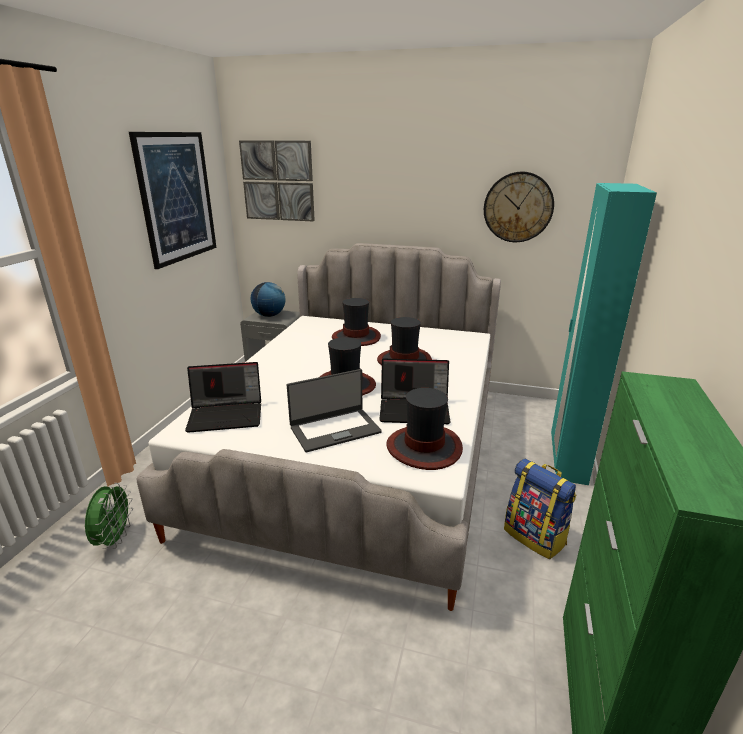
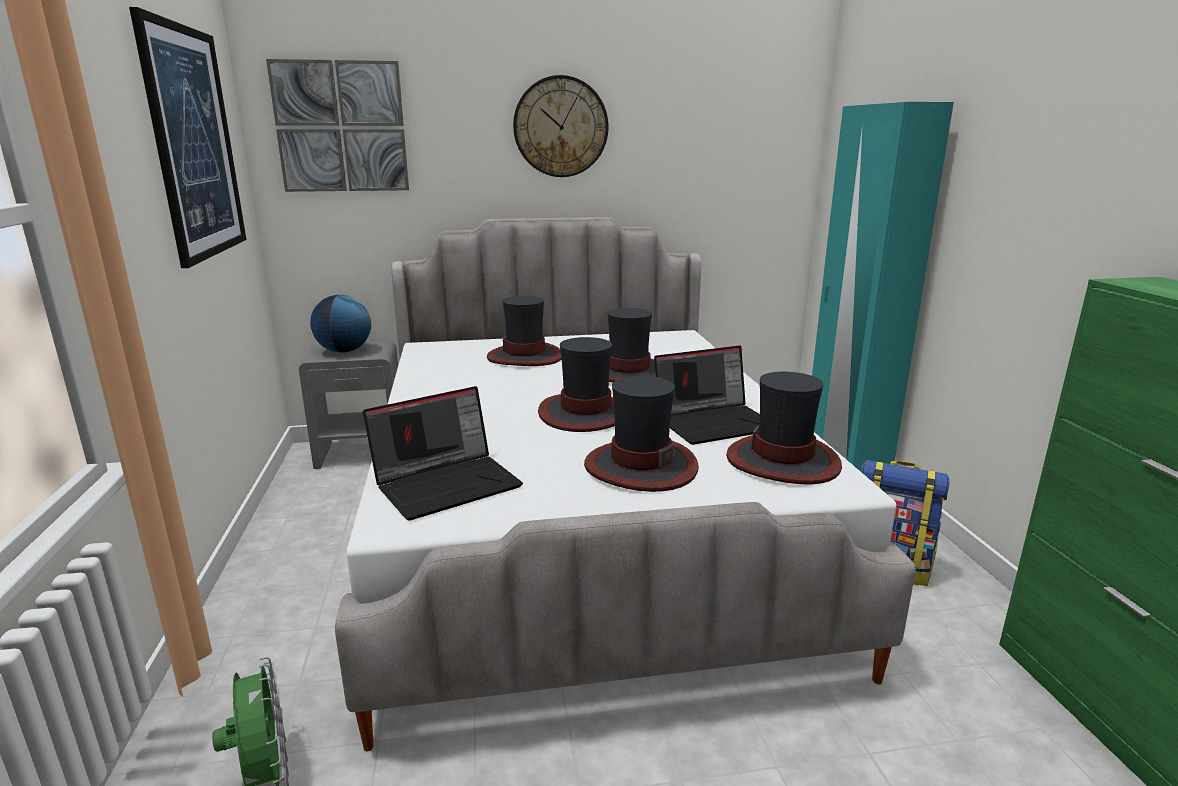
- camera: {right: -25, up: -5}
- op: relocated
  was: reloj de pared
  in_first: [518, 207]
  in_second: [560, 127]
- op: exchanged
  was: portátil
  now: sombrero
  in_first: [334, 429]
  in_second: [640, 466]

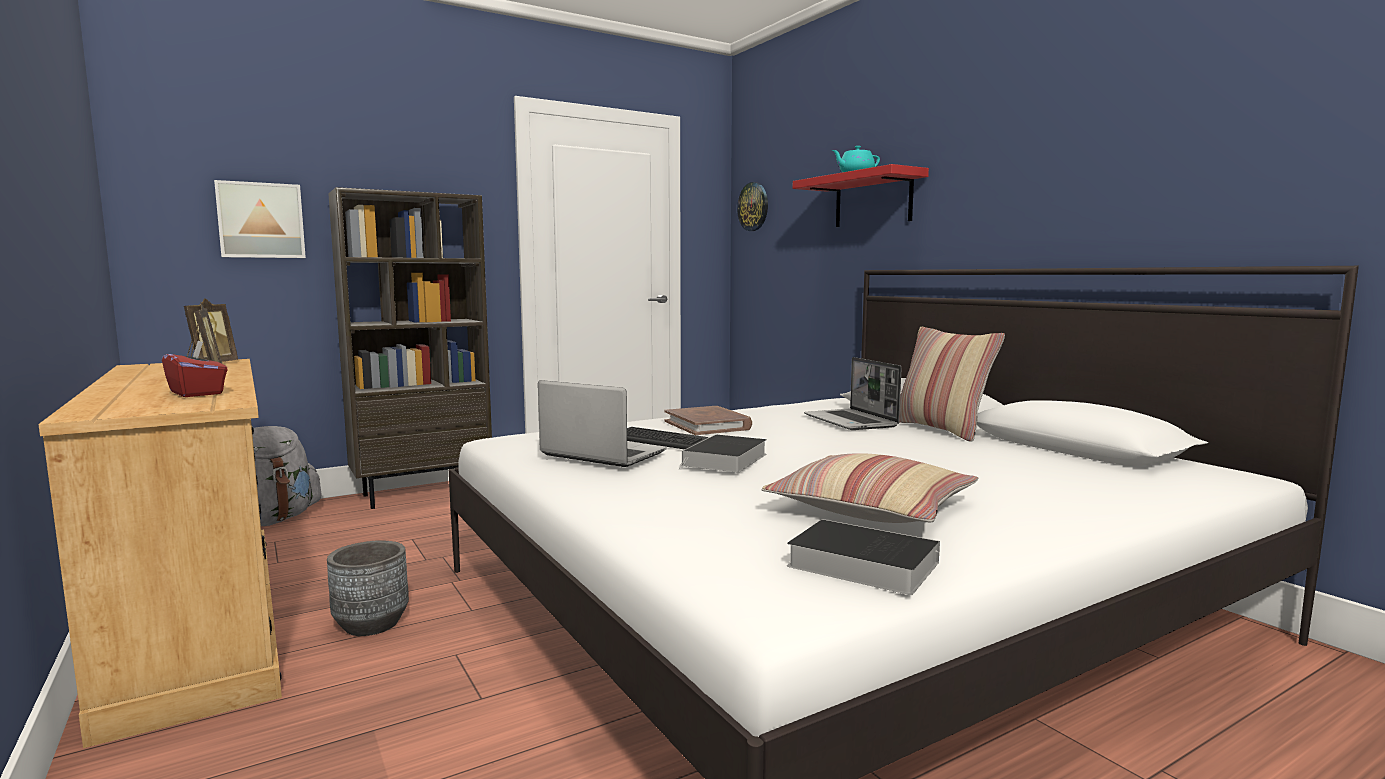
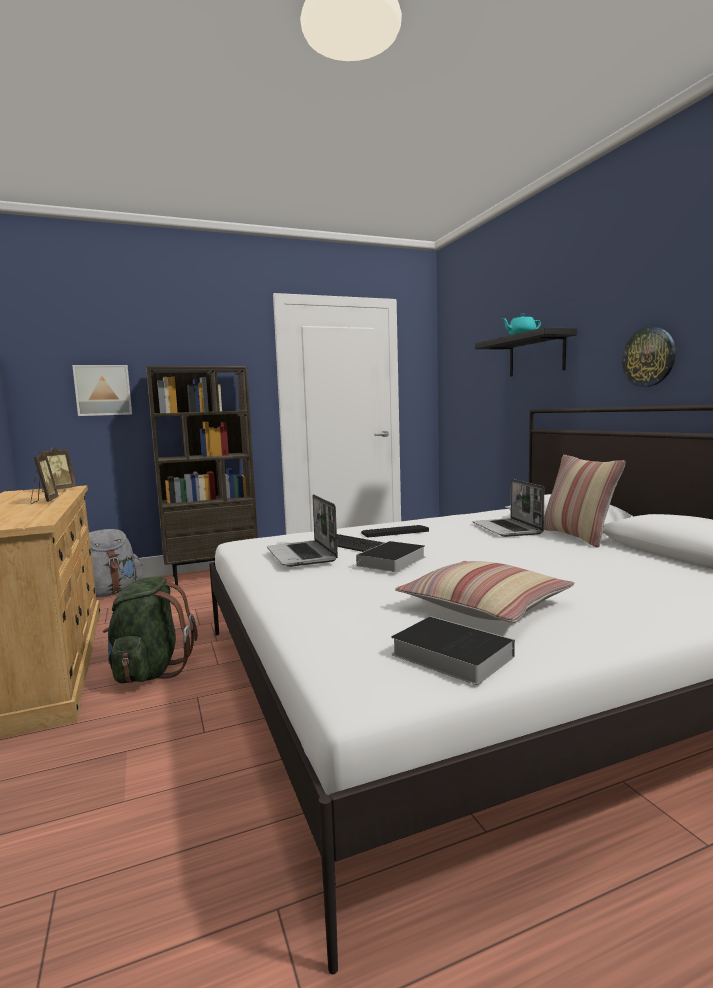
- camera: {right: 10, up: 0}
- op: missing
  was: caja de pañuelos [rojo]
  in_first: [197, 393]
- op: relocated
  was: reloj de pared
  in_first: [753, 206]
  in_second: [649, 357]
- op: exchanged
  was: maceta [gris]
  now: mochila [verde]
  in_first: [372, 624]
  in_second: [149, 671]
- op: exchanged
  was: libro [marrón]
  now: teclado
  in_first: [707, 425]
  in_second: [394, 532]
- op: colour
  was: estante [rojo]
  now: estante [negro]
  in_first: [873, 200]
  in_second: [536, 355]
- op: spun
  was: portátil
  in_first: [601, 454]
  in_second: [302, 555]
  clockwise: -150

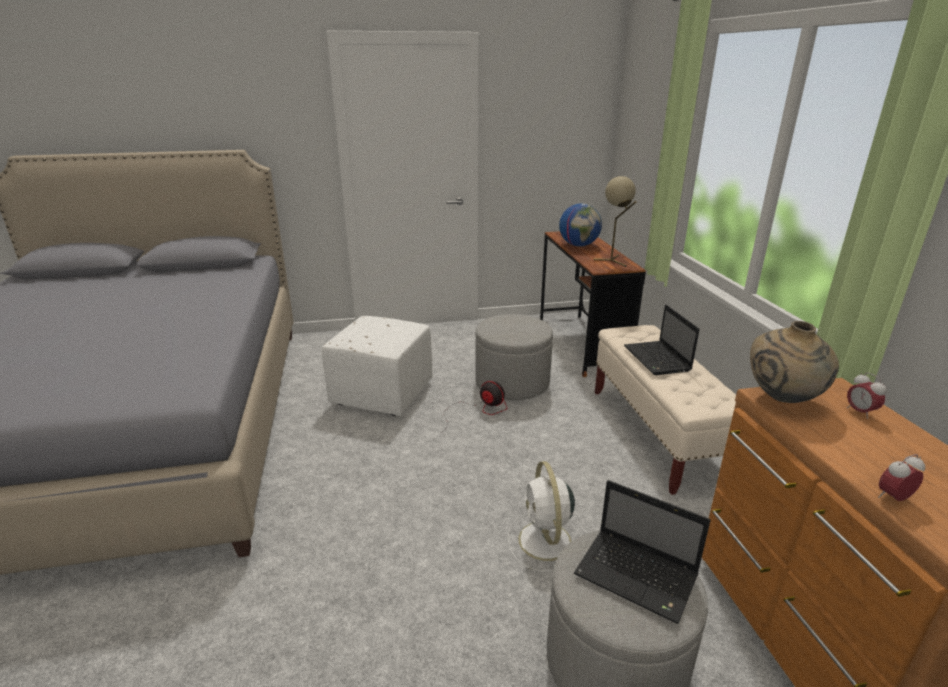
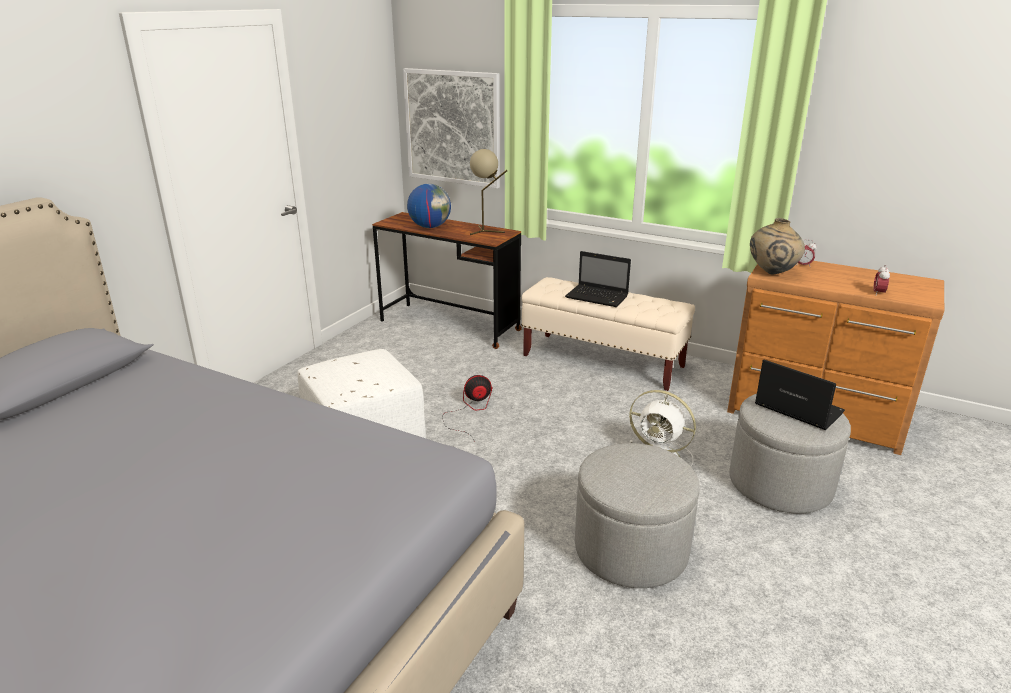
- camera: {right: -50, up: 0}
- op: appeared
  now: cuadro
  in_second: [452, 127]
- op: relocated
  was: puf [gris]
  in_first: [512, 383]
  in_second: [631, 549]
- op: spun
  was: portátil
  in_first: [638, 576]
  in_second: [796, 409]
  clockwise: -120

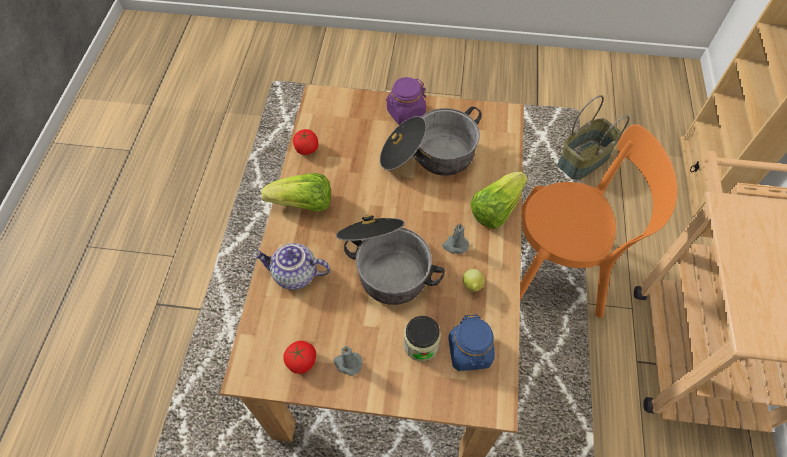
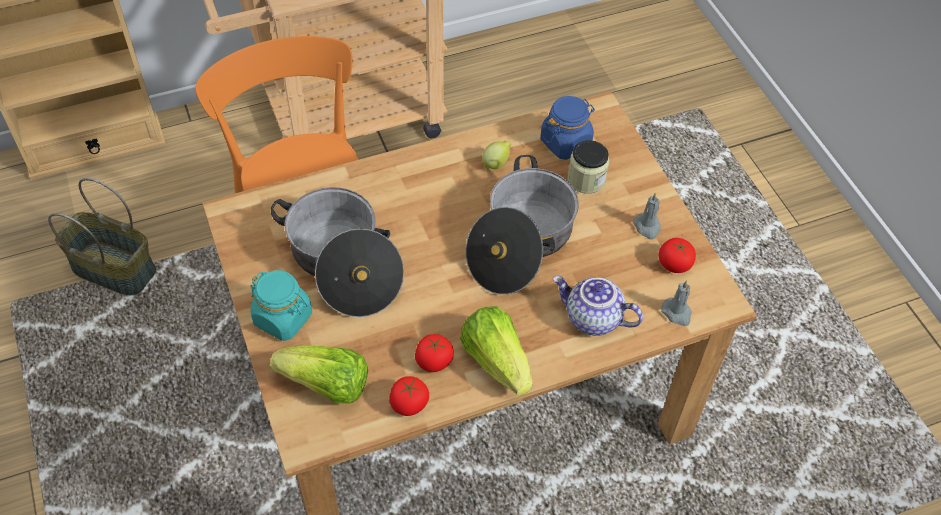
- camera: {right: -120, up: -5}
- op: appeared
  now: tomate
  in_second: [434, 361]
- op: relocated
  was: vela [gris]
  in_first: [455, 245]
  in_second: [677, 313]
- op: relocated
  was: lechuga
  in_first: [496, 209]
  in_second: [326, 386]
- op: colour
  was: tarro [morado]
  now: tarro [turquesa]
  in_first: [405, 113]
  in_second: [283, 318]
- op: spun
  was: tetera
  in_first: [294, 275]
  in_second: [592, 319]
  clockwise: 135

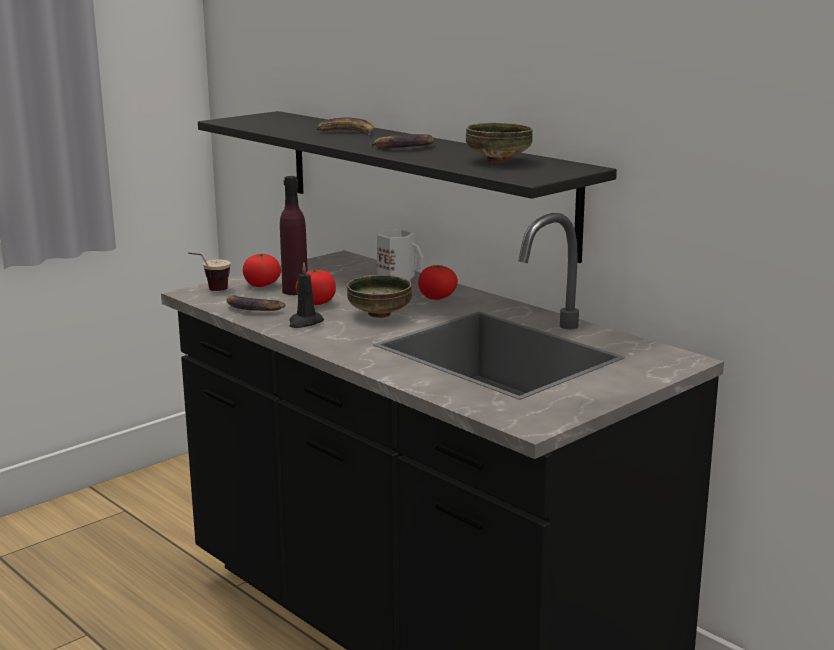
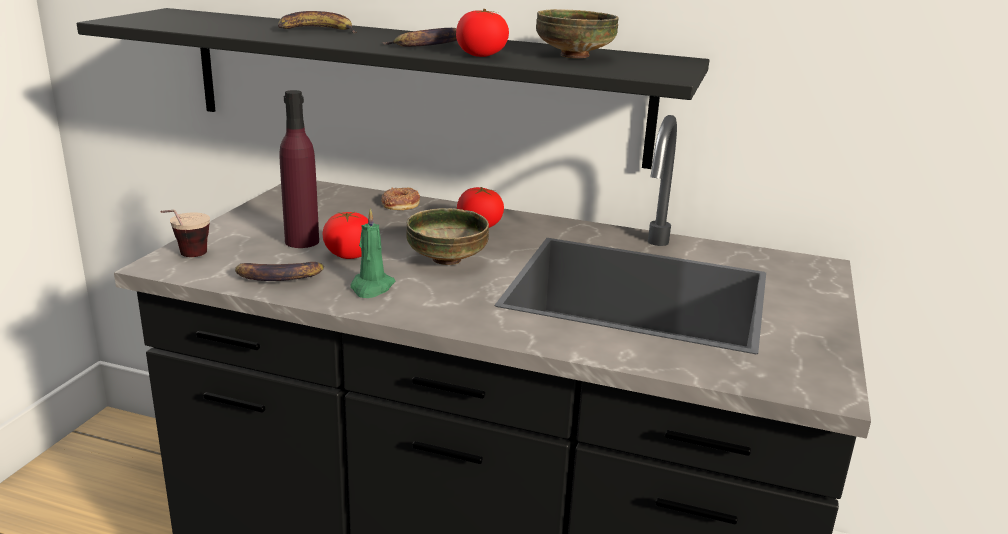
- camera: {right: -30, up: 5}
- op: relocated
  was: tomate
  in_first: [262, 285]
  in_second: [481, 55]
- op: exchanged
  was: taza grande [blanco]
  now: rosquilla
  in_first: [398, 276]
  in_second: [400, 203]
- op: colour
  was: vela [negro]
  now: vela [verde]
  in_first: [305, 323]
  in_second: [371, 287]

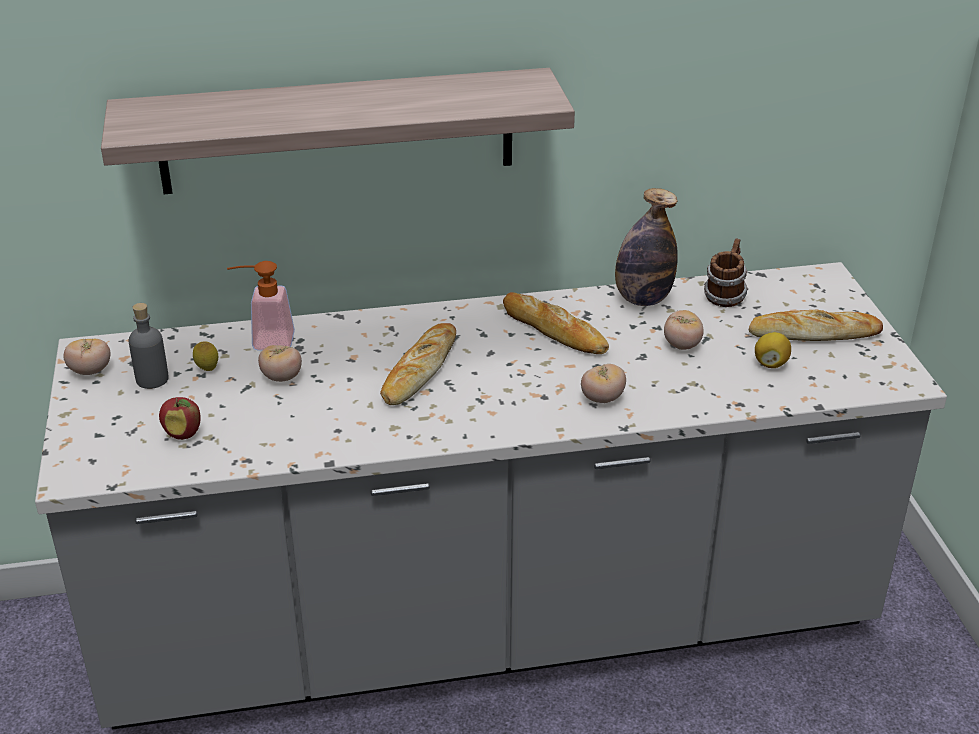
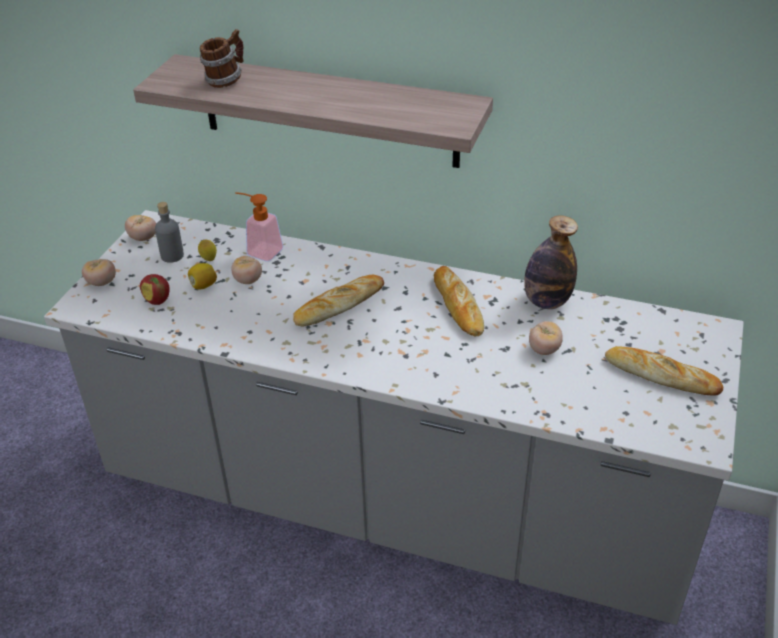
- camera: {right: 30, up: 5}
- op: relocated
  was: tomate
  in_first: [602, 398]
  in_second: [102, 282]
- op: relocated
  was: taza grande
  in_first: [724, 296]
  in_second: [225, 80]
- op: relocated
  was: limón
  in_first: [770, 363]
  in_second: [203, 285]

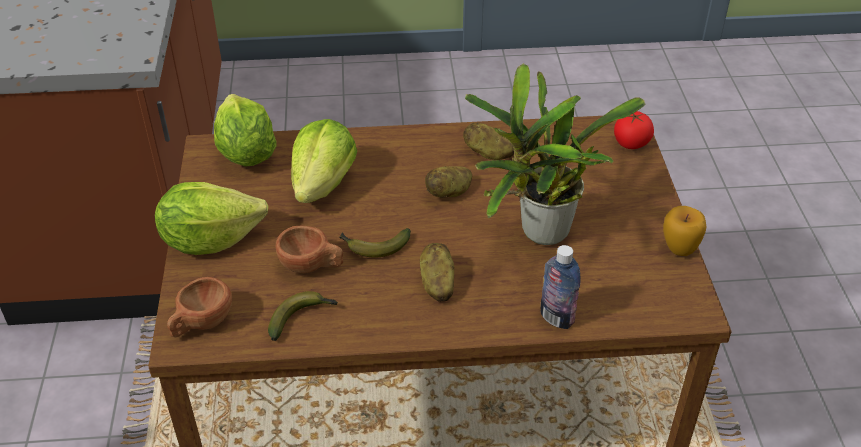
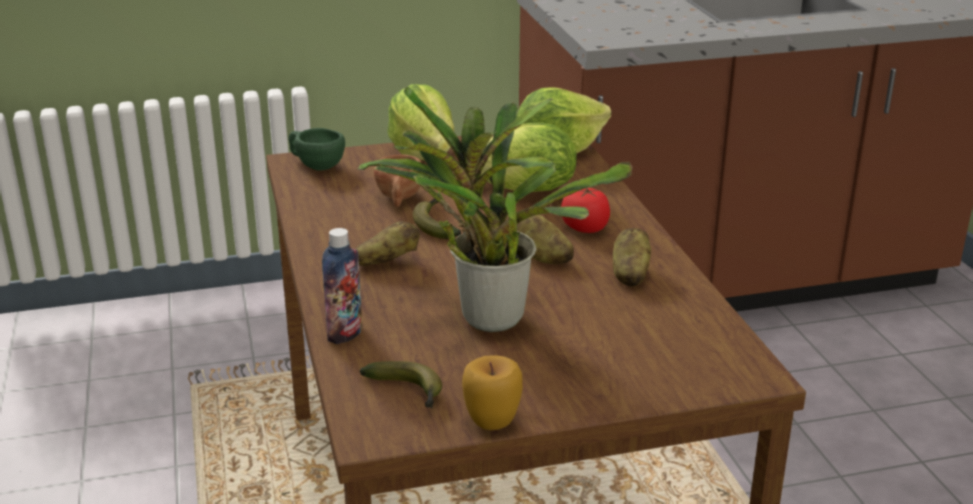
- camera: {right: 80, up: -15}
- op: relocated
  was: plátano
  in_first: [302, 318]
  in_second: [408, 393]
- op: relocated
  was: tomate
  in_first: [631, 143]
  in_second: [585, 228]
- op: colour
  was: taza [marrón]
  now: taza [verde]
  in_first: [201, 324]
  in_second: [315, 165]

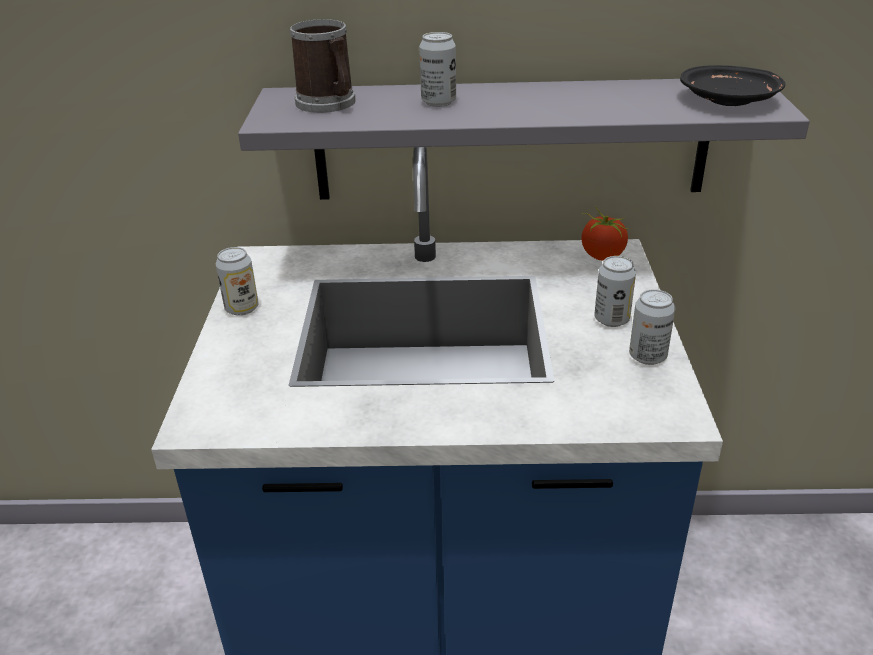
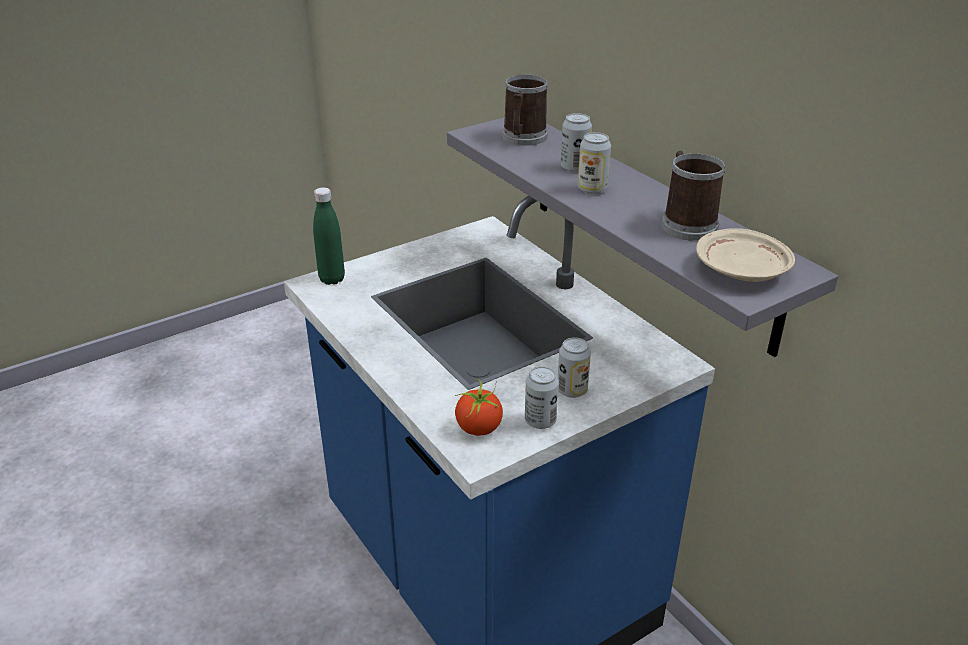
- camera: {right: 55, up: 0}
- op: appeared
  now: botella [verde]
  in_second: [332, 279]
- op: appeared
  now: taza grande
  in_second: [686, 223]
- op: relocated
  was: lata
  in_first: [242, 308]
  in_second: [592, 189]
- op: relocated
  was: tomate
  in_first: [602, 255]
  in_second: [478, 428]
- op: colour
  was: plato [negro]
  now: plato [beis]
  in_first: [730, 100]
  in_second: [741, 270]

